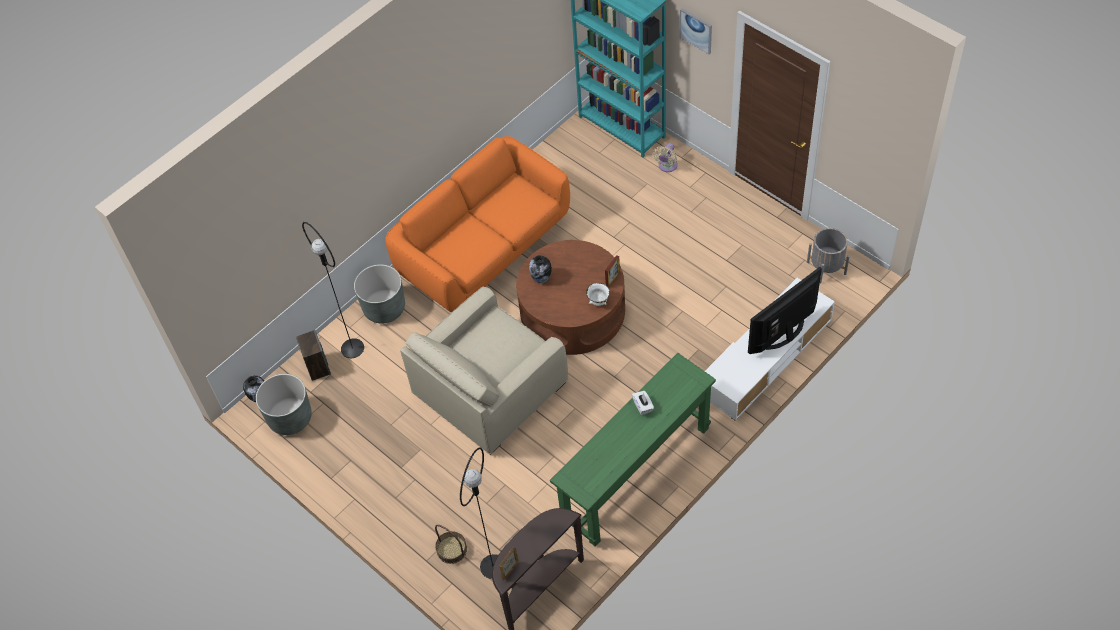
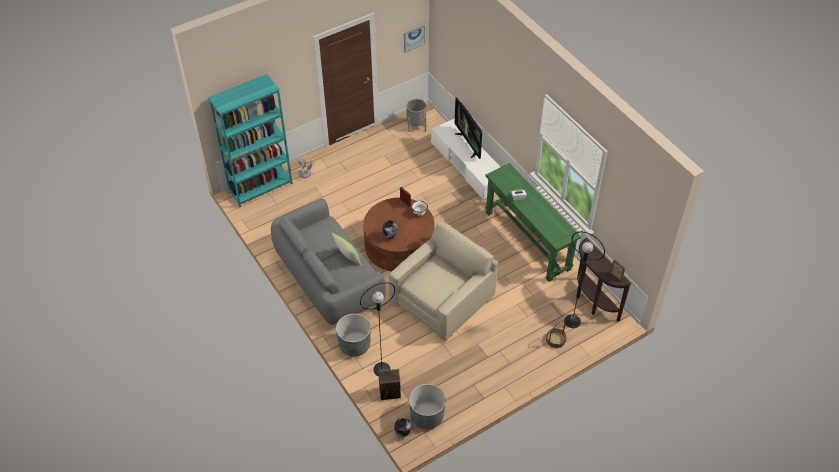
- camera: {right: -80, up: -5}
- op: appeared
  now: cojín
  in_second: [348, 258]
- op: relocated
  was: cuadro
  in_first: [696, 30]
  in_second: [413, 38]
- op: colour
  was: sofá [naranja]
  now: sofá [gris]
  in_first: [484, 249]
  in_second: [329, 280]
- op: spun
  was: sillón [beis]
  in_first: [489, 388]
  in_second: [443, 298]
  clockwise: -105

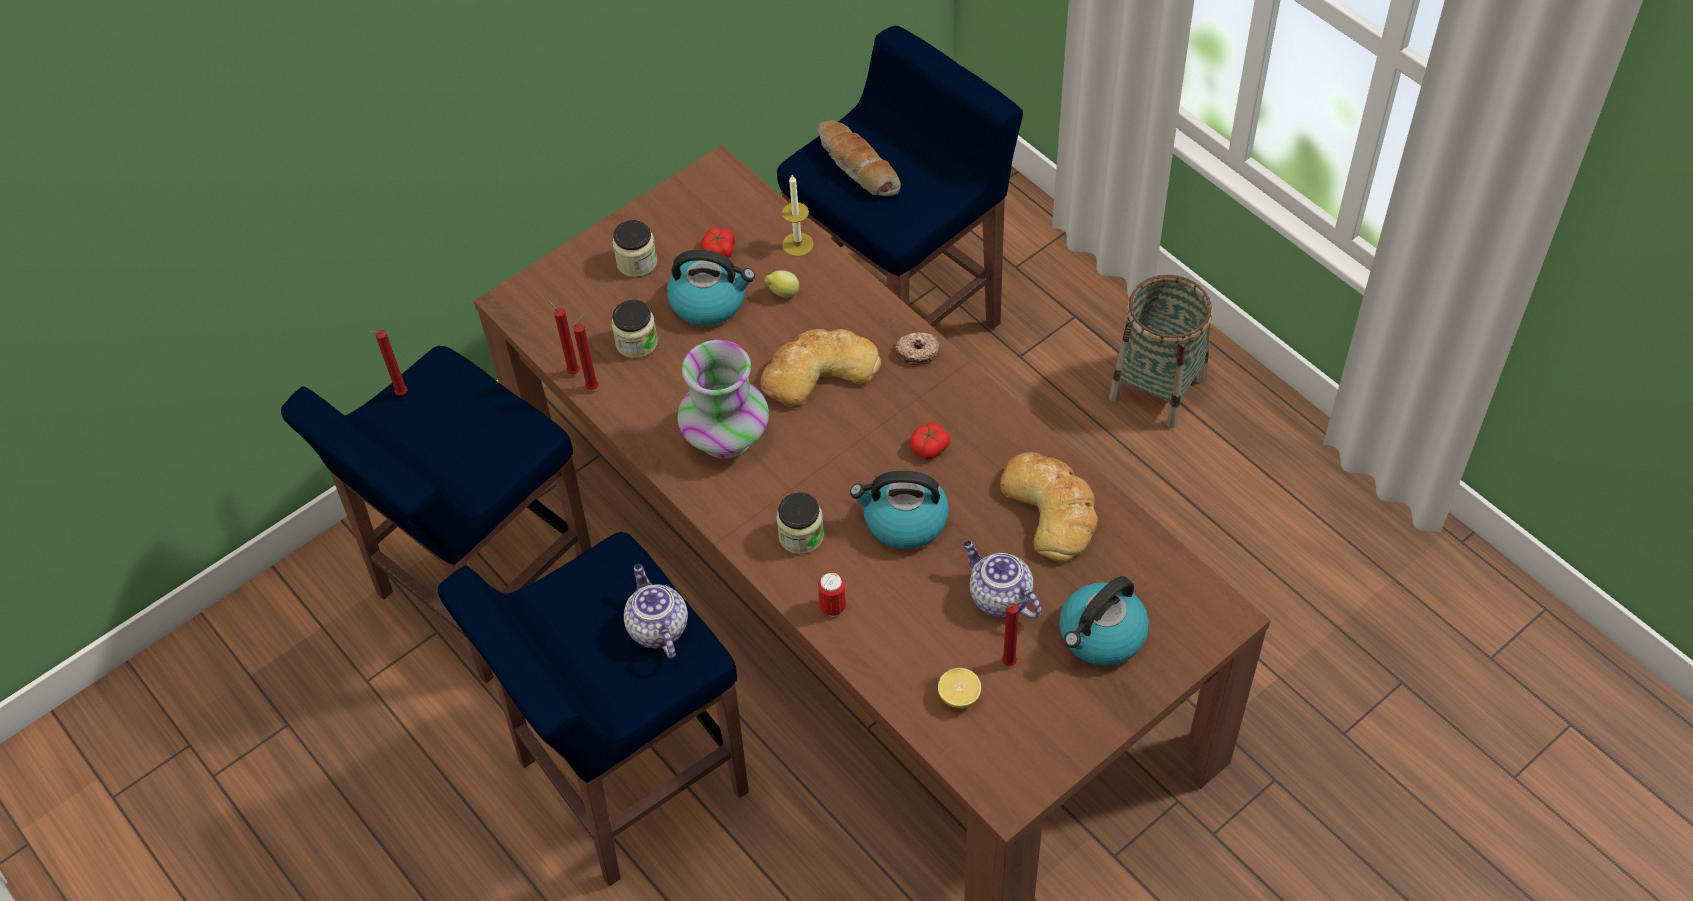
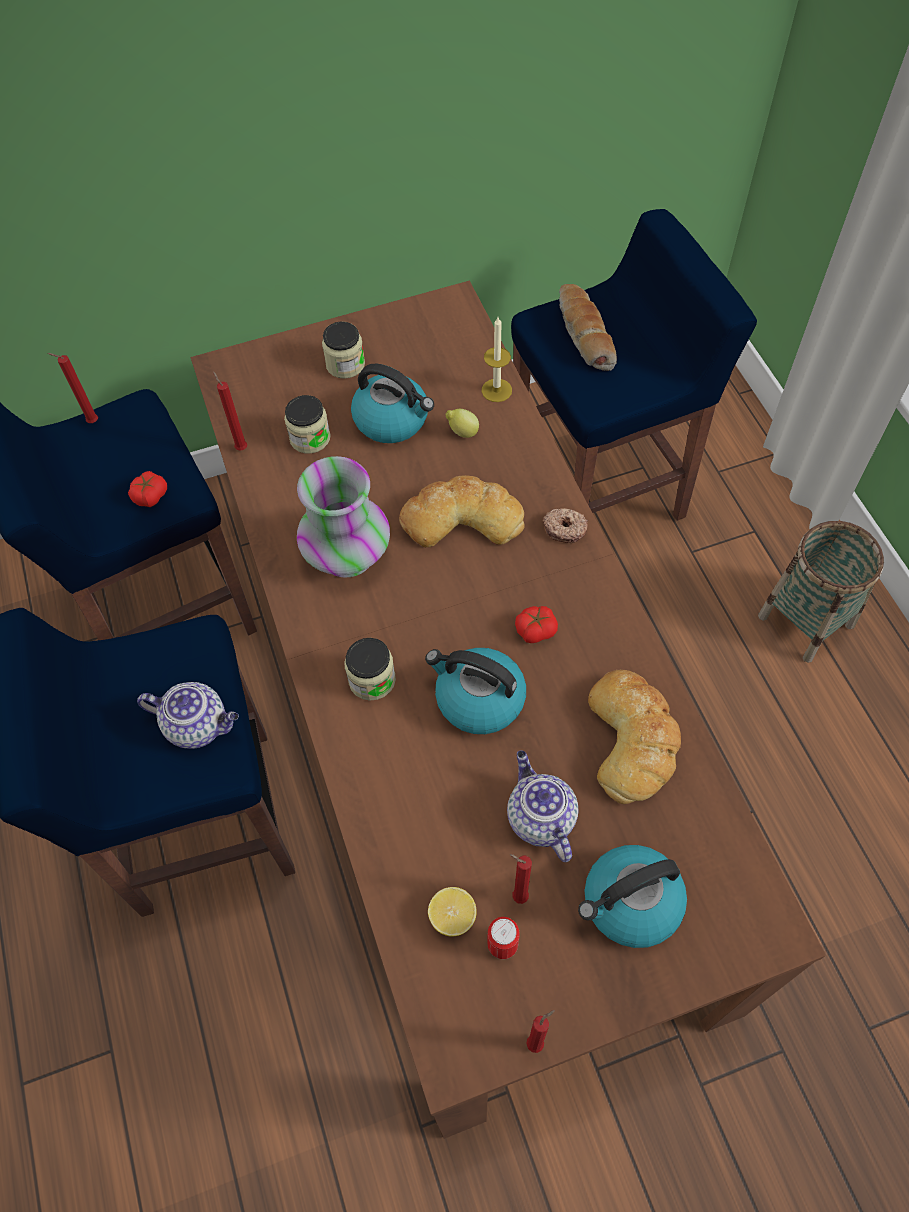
- camera: {right: 20, up: 5}
- op: relocated
  was: vela [rojo]
  in_first: [594, 386]
  in_second: [537, 1042]
- op: relocated
  was: tomate
  in_first: [719, 251]
  in_second: [150, 495]
- op: relocated
  was: lata
  in_first: [833, 607]
  in_second: [502, 944]
- op: spun
  was: tetera
  in_first: [657, 627]
  in_second: [199, 725]
  clockwise: 105

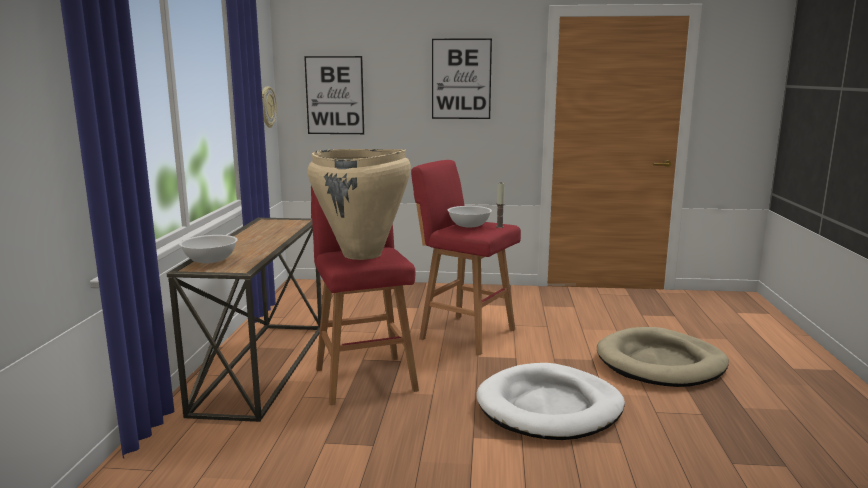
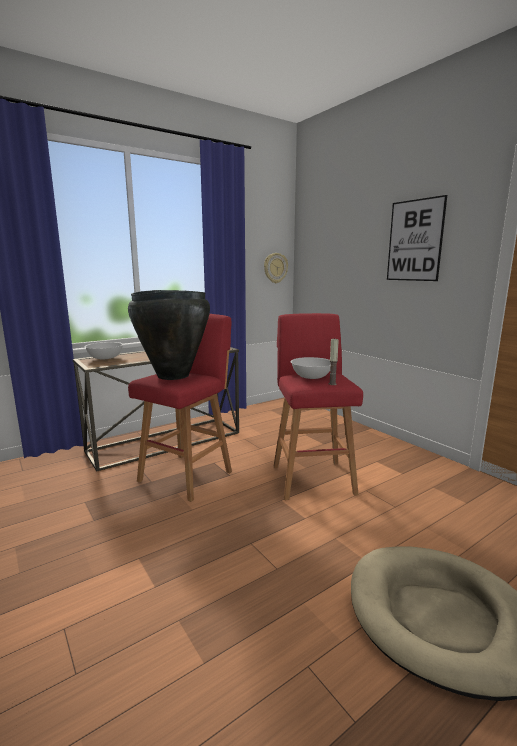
- camera: {right: 50, up: 0}
- op: missing
  was: cuadro
  in_first: [334, 95]
- op: missing
  was: cama para perro [blanco]
  in_first: [549, 407]
- op: colour
  was: florero [beis]
  now: florero [negro]
  in_first: [362, 254]
  in_second: [173, 375]

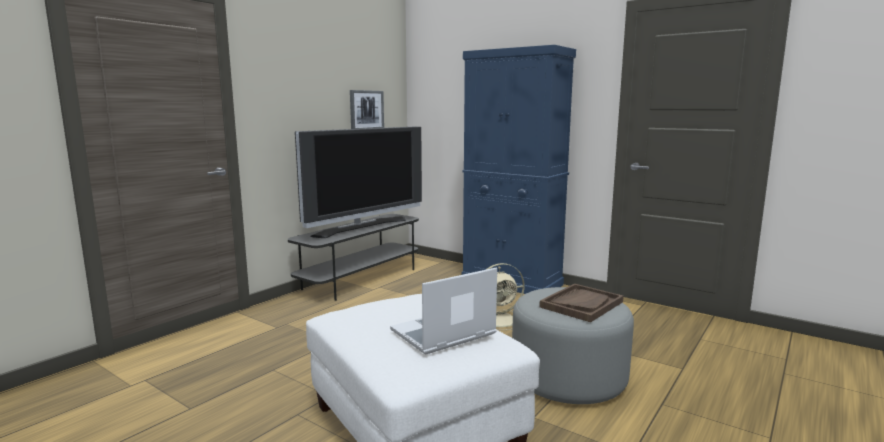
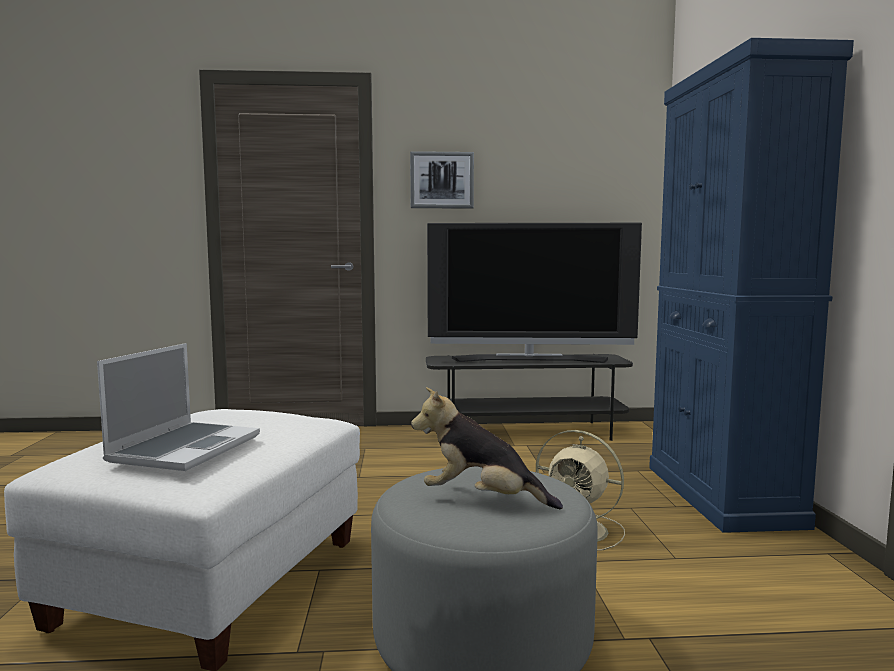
- camera: {right: 50, up: -5}
- op: relocated
  was: cuadro
  in_first: [366, 110]
  in_second: [441, 180]
- op: exchanged
  was: bandeja [marrón]
  now: peluche
  in_first: [581, 304]
  in_second: [482, 500]
- op: spun
  was: portátil
  in_first: [443, 334]
  in_second: [185, 448]
  clockwise: 90

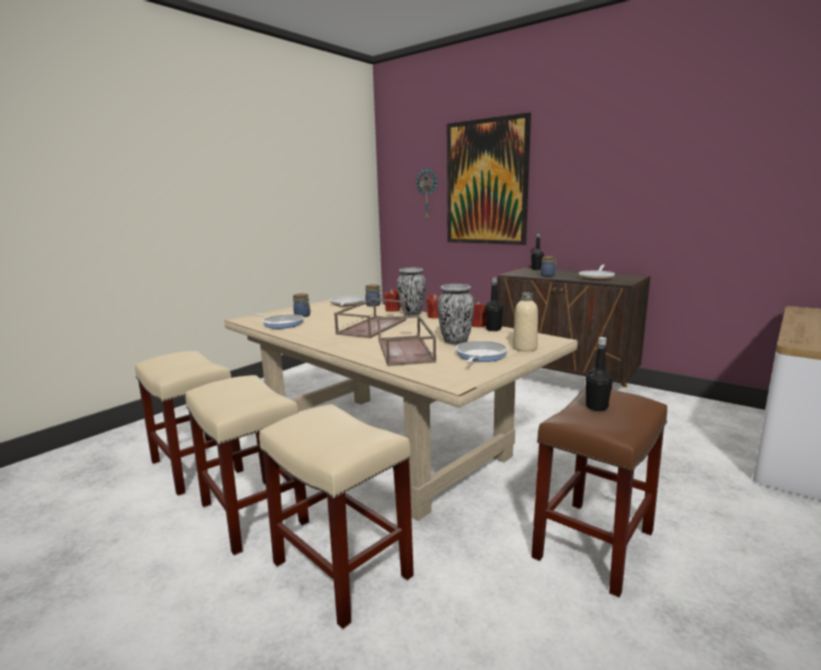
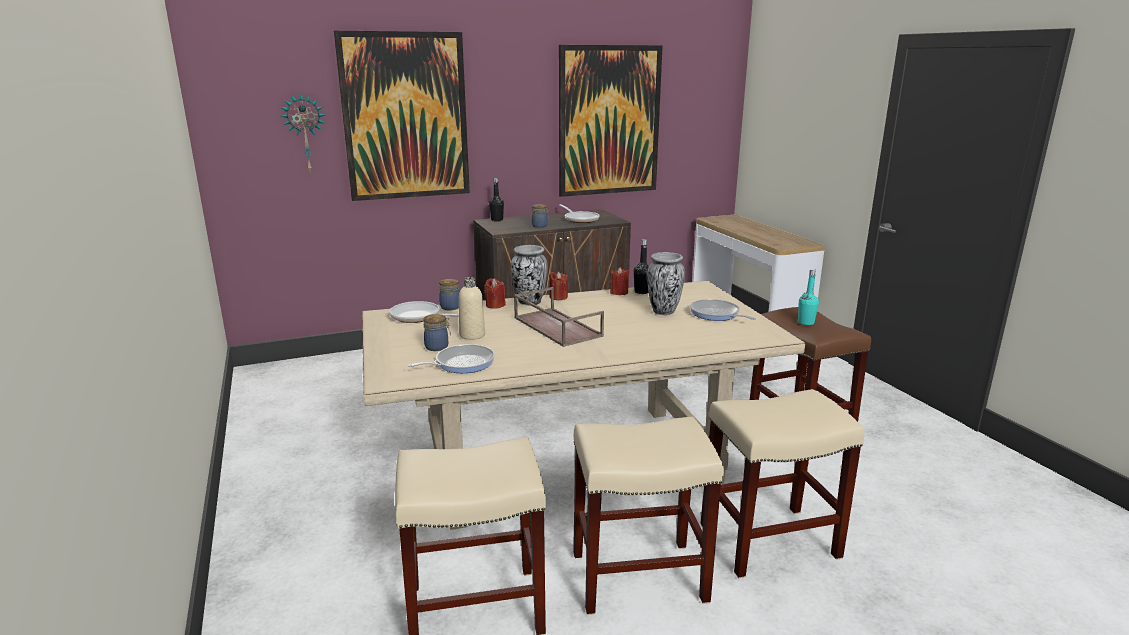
- camera: {right: -60, up: 5}
- op: missing
  was: bandeja [marrón]
  in_first: [406, 350]
- op: appeared
  now: cuadro
  in_second: [609, 121]
- op: relocated
  was: botella [beis]
  in_first: [525, 348]
  in_second: [472, 335]
- op: colour
  was: botella [negro]
  now: botella [turquesa]
  in_first: [596, 407]
  in_second: [806, 322]

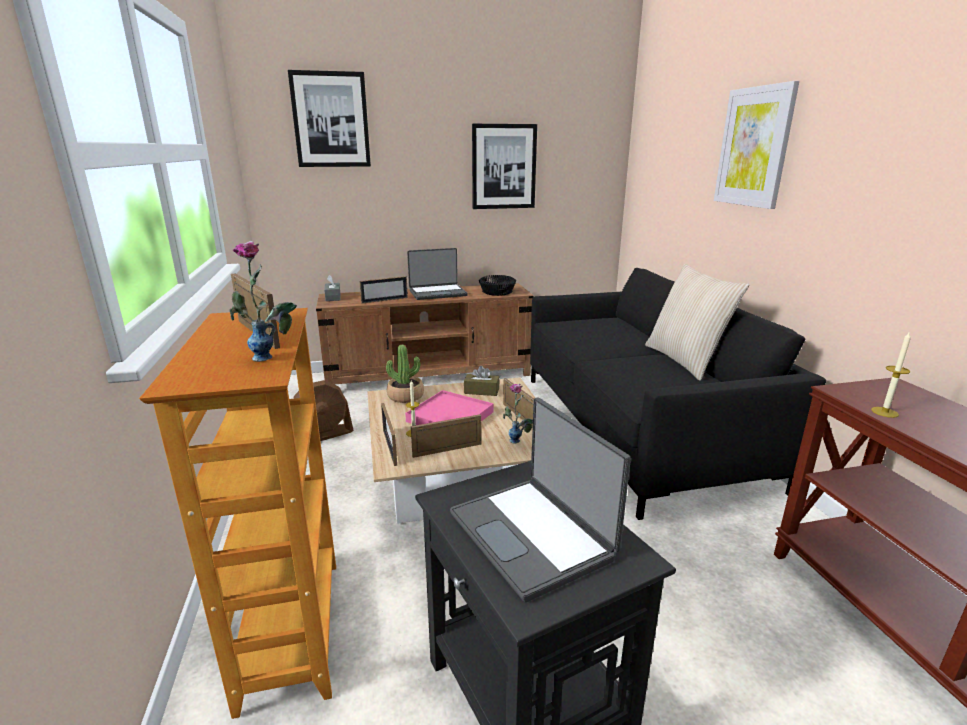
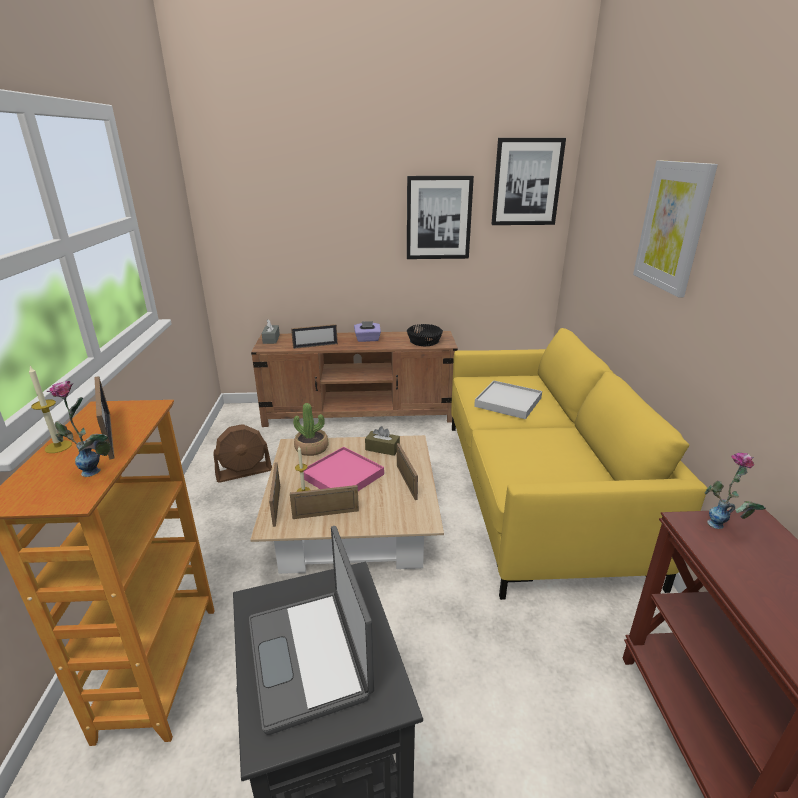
- camera: {right: 10, up: 5}
- op: missing
  was: cojín [beis]
  in_first: [685, 361]
- op: appeared
  now: bandeja [blanco]
  in_second: [508, 402]
- op: relocated
  was: cuadro
  in_first: [331, 120]
  in_second: [526, 182]
- op: relocated
  was: florero
  in_first: [517, 444]
  in_second: [723, 531]
- op: relocated
  was: vela
  in_first: [884, 412]
  in_second: [58, 446]
- op: exchanged
  was: portátil
  now: caja de pañuelos [morado]
  in_first: [437, 293]
  in_second: [367, 339]
- op: colour
  was: sofá [negro]
  now: sofá [amarillo]
  in_first: [635, 427]
  in_second: [535, 493]

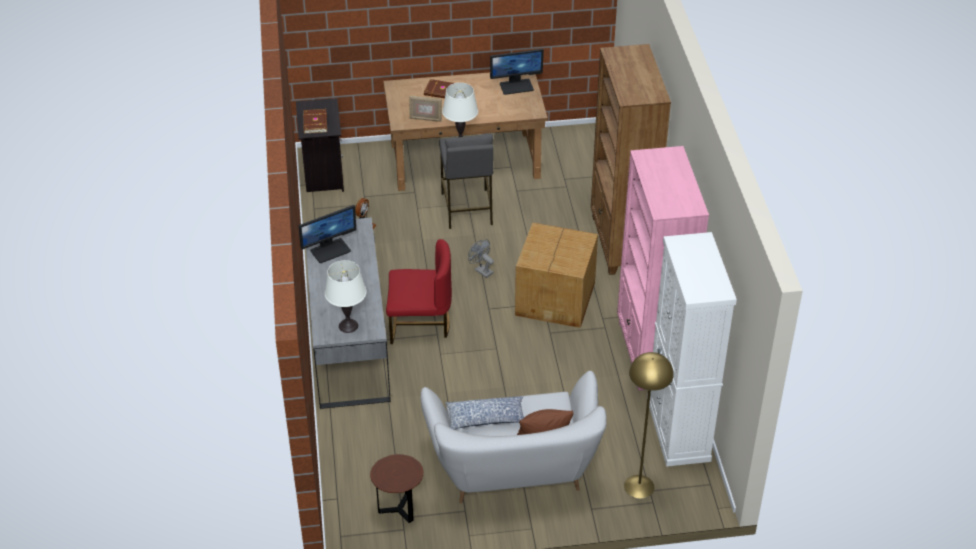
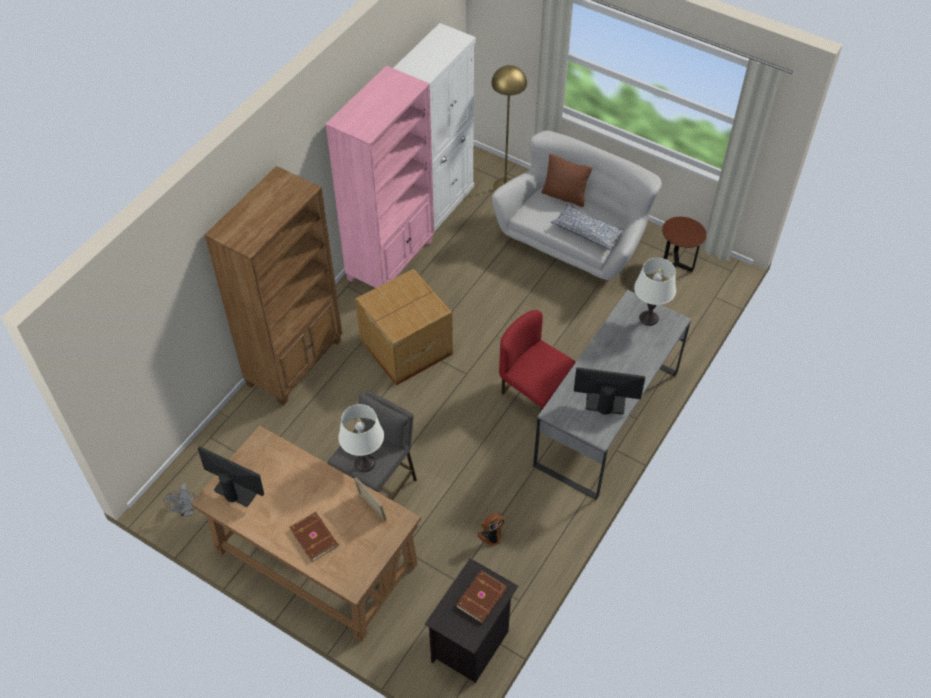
- camera: {right: -140, up: 10}
- op: relocated
  was: ventilador [gris]
  in_first: [481, 270]
  in_second: [187, 510]

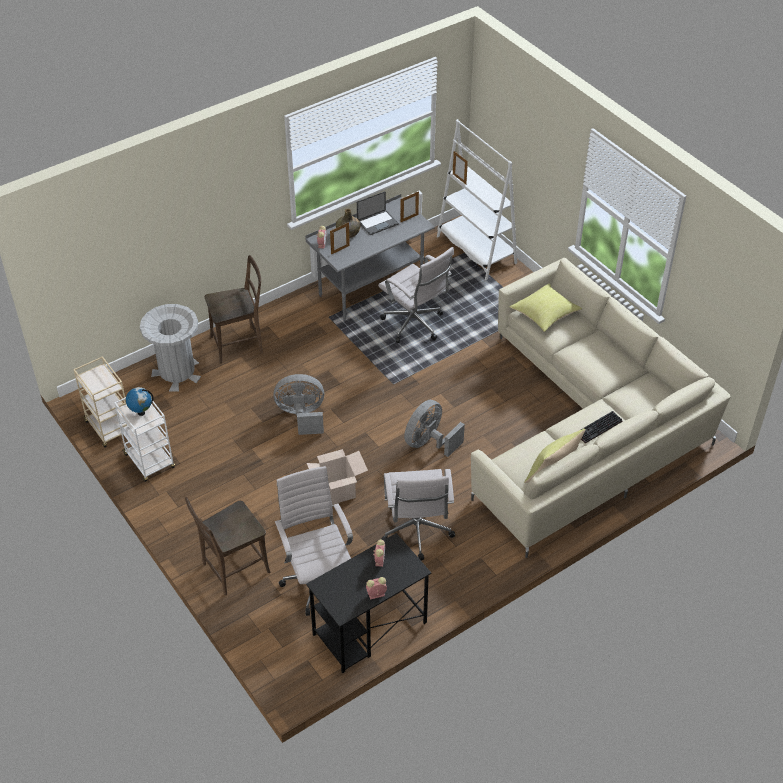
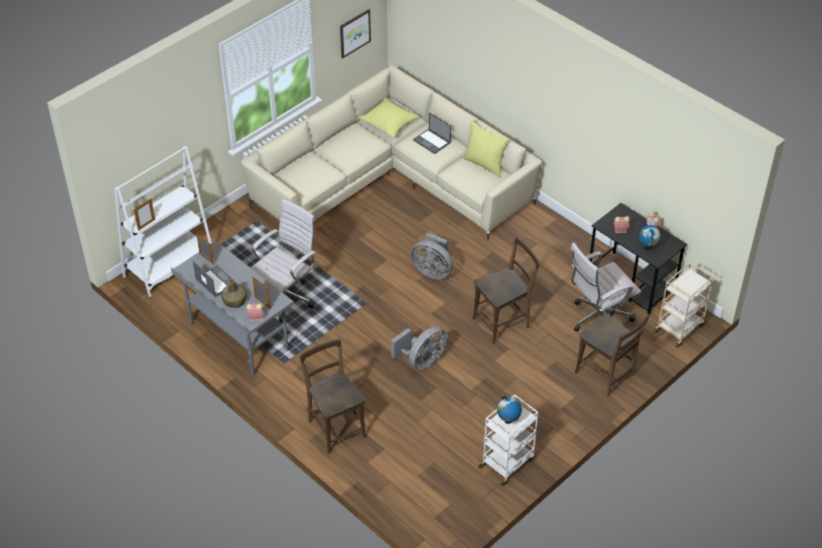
- camera: {right: -100, up: 0}
- op: missing
  was: papelera [gris]
  in_first: [177, 373]
- op: missing
  was: silla de oficina [blanco]
  in_first: [417, 533]
- op: appeared
  now: cuadro
  in_second: [354, 33]
- op: appeared
  now: globo terráqueo
  in_second: [648, 247]
- op: relocated
  was: carrito [beis]
  in_first: [110, 428]
  in_second: [679, 328]
- op: relocated
  was: cojín [amarillo]
  in_first: [544, 316]
  in_second: [389, 124]
- op: exchanged
  was: caja de cartón
  now: silla [marrón]
  in_first: [338, 491]
  in_second: [503, 321]
- op: exchanged
  was: teclado
  now: portátil
  in_first: [598, 429]
  in_second: [432, 141]
- op: spun
  was: ventilador [gris]
  in_first: [302, 416]
  in_second: [422, 360]
  clockwise: -120

